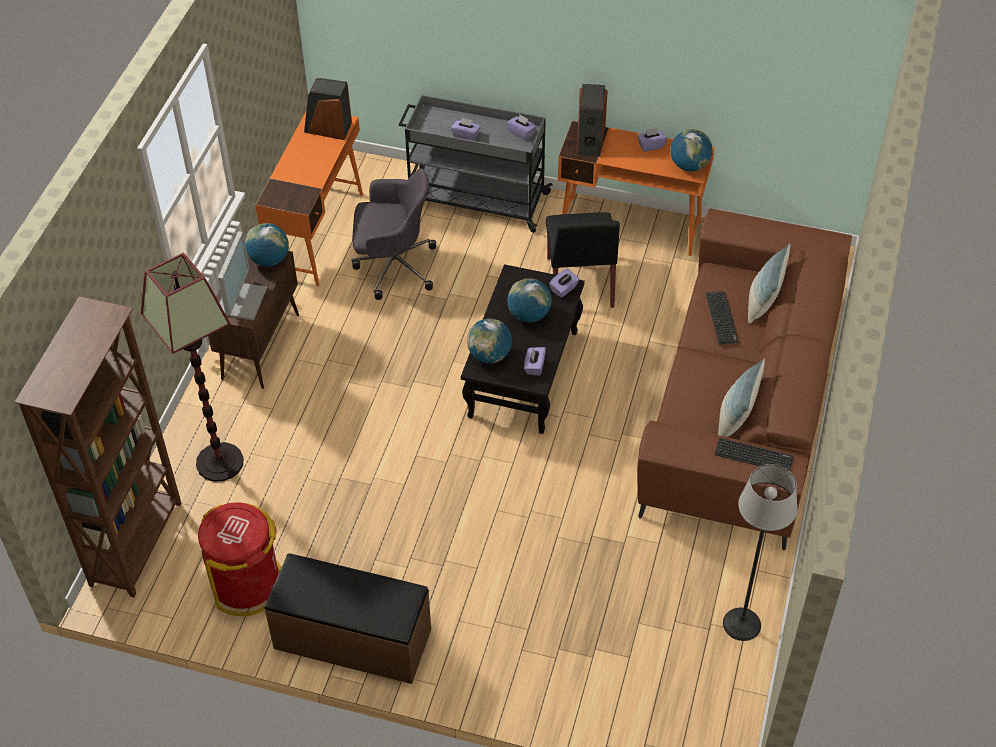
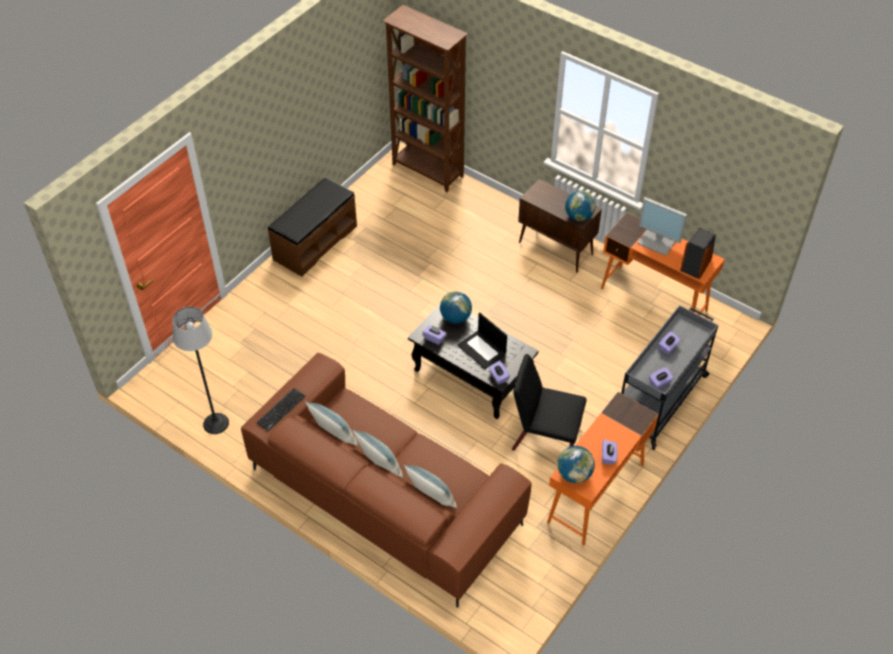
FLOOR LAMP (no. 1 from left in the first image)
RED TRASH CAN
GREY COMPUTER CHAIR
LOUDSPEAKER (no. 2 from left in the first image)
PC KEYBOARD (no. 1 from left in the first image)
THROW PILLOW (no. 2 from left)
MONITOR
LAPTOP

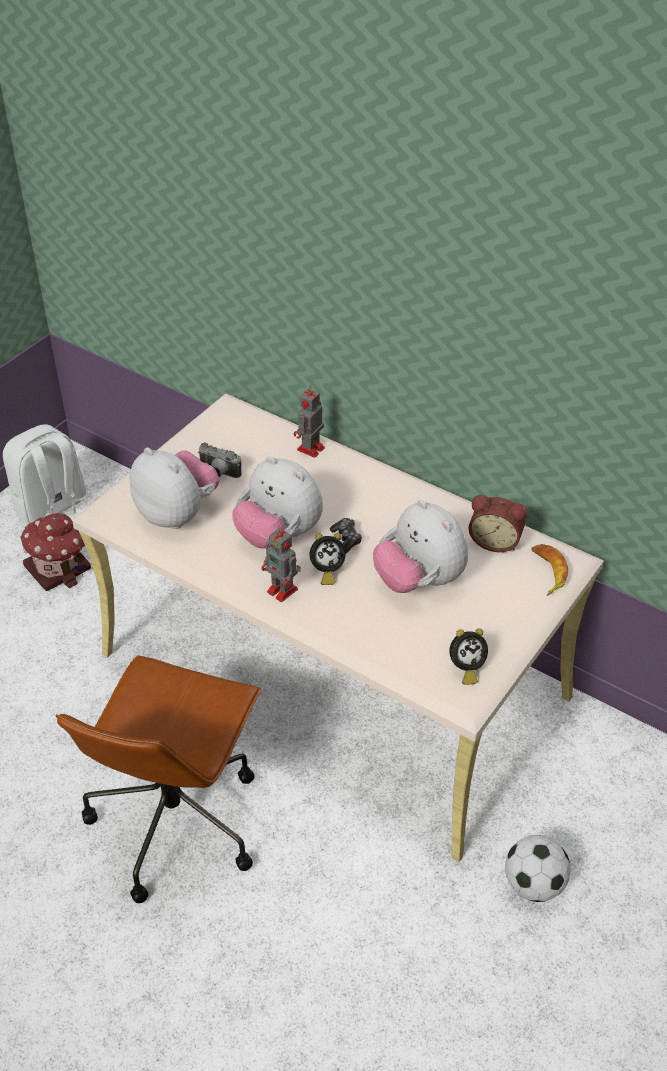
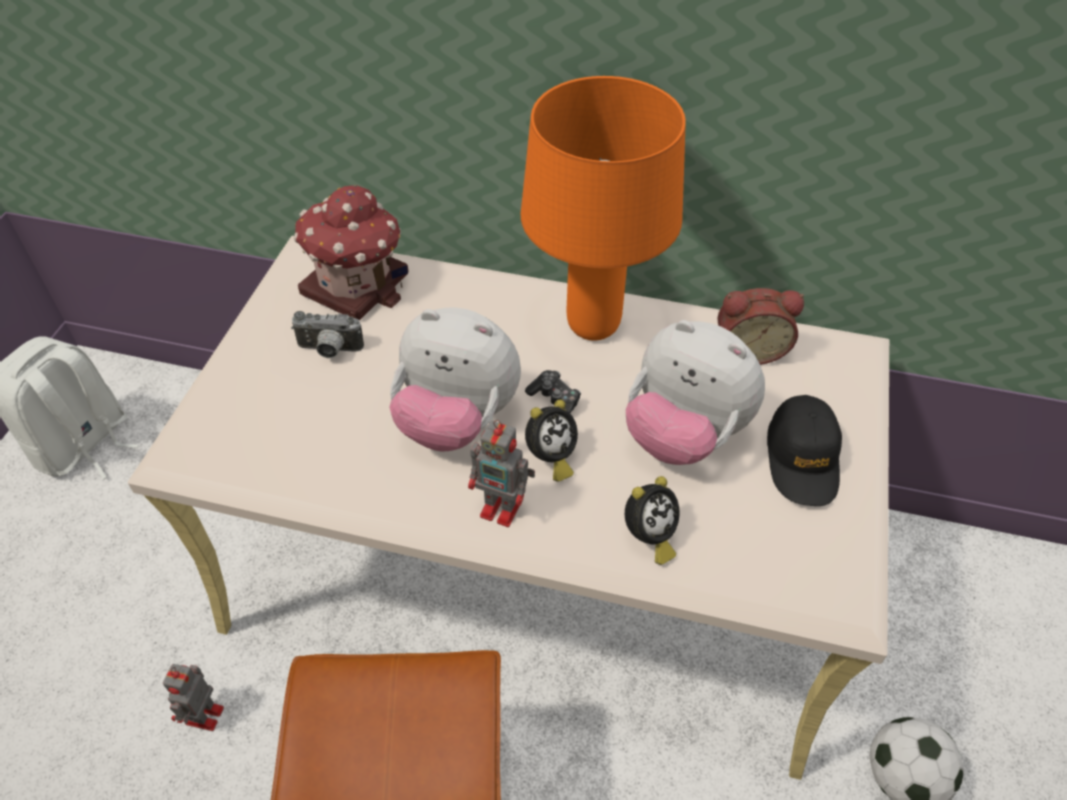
CUDDLY TOY (no. 1 from left in the first image)
WHOLE BANANA
ORANGE TABLETOP LAMP
BLACK-COLOURED CAP
MODEL HOUSE
ROBOT FIGURE (no. 1 from left)
BEDSIDE CLOCK (no. 2 from left)

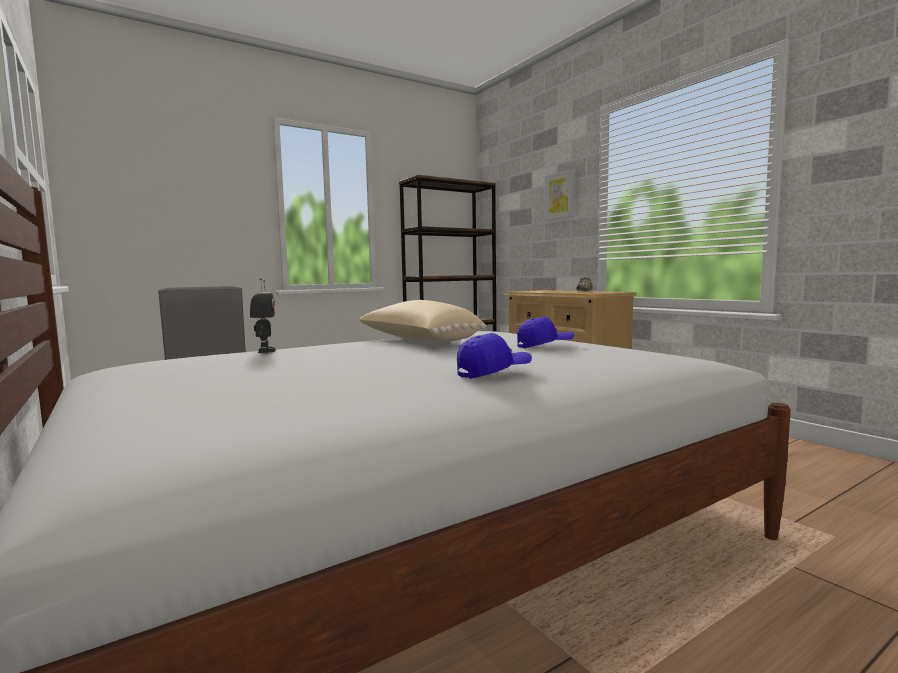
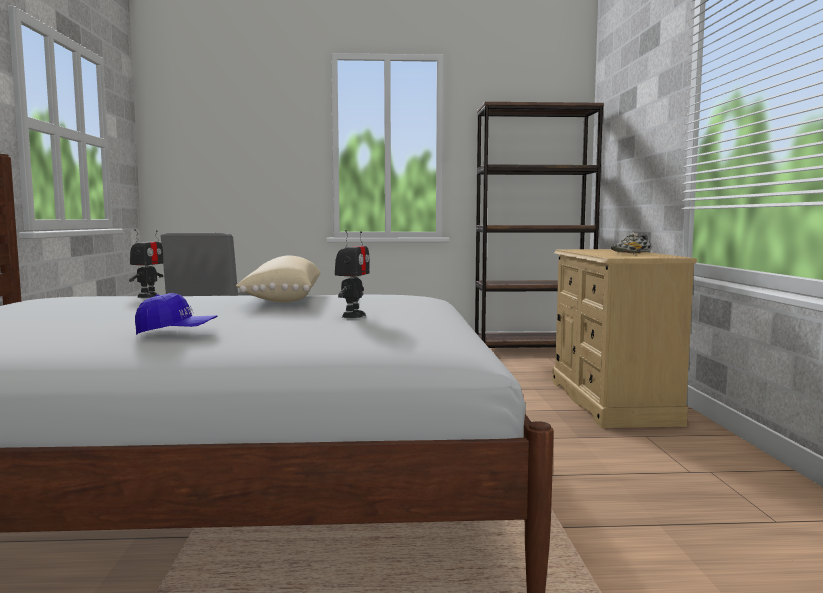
WALL ART
ROBOT FIGURE (no. 2 from left)

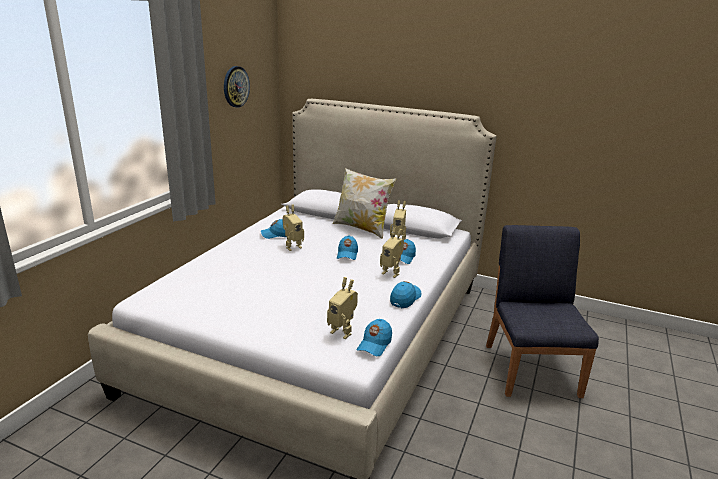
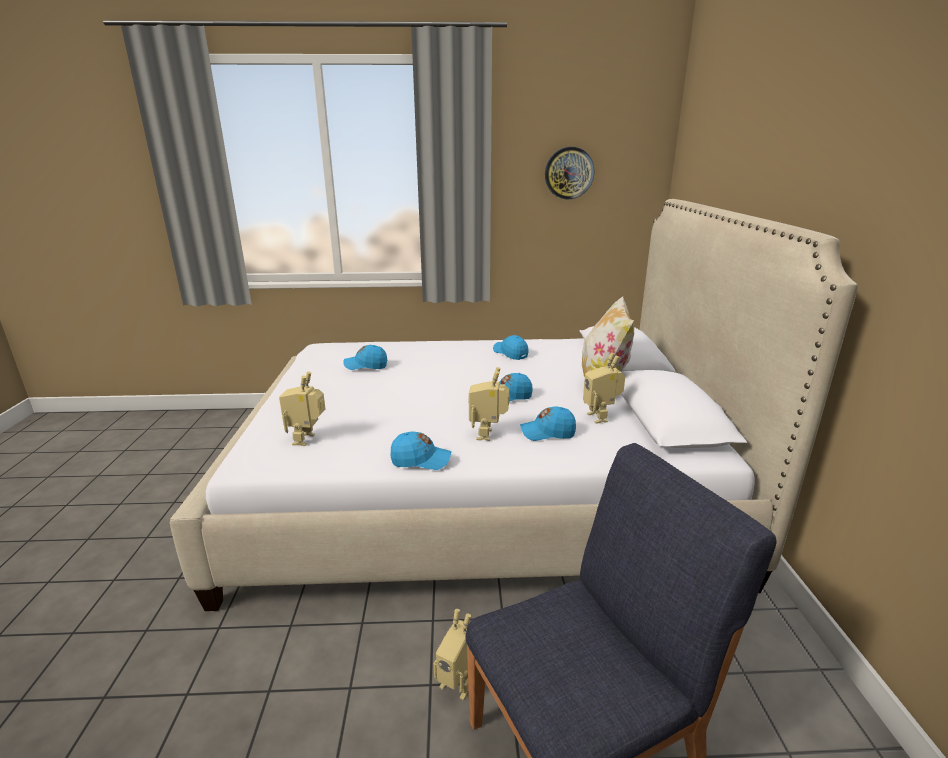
ROBOT FIGURE (no. 2 from left)
BLUE CAP (no. 1 from left)

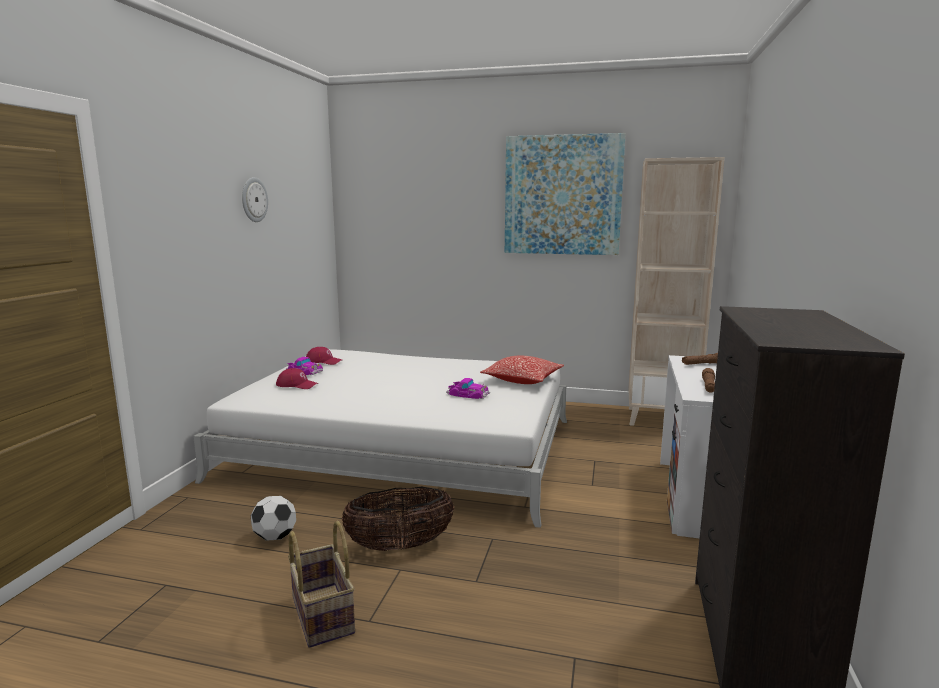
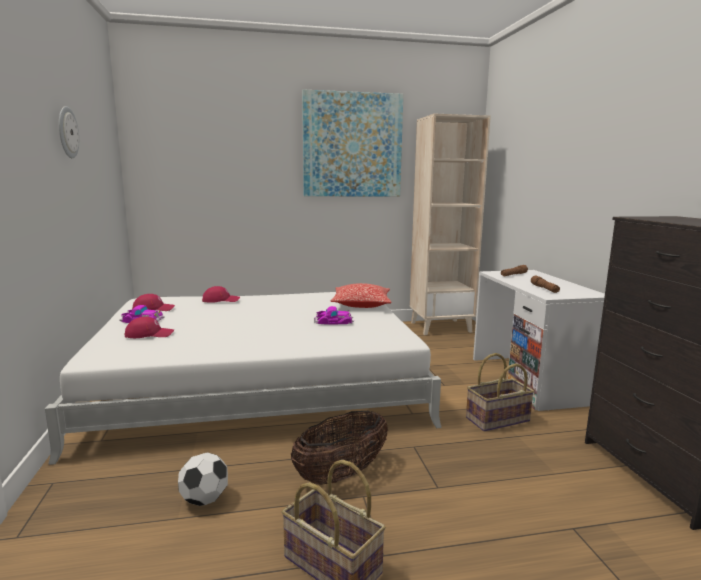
RED CAP (no. 3 from left)
STORAGE BASKET (no. 3 from left)

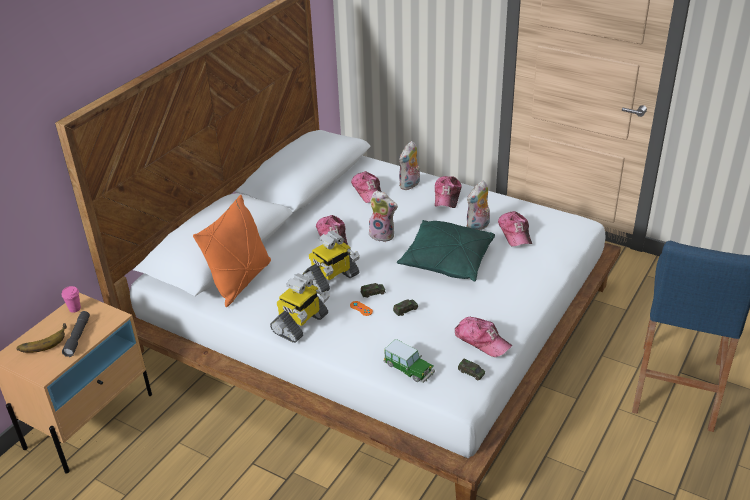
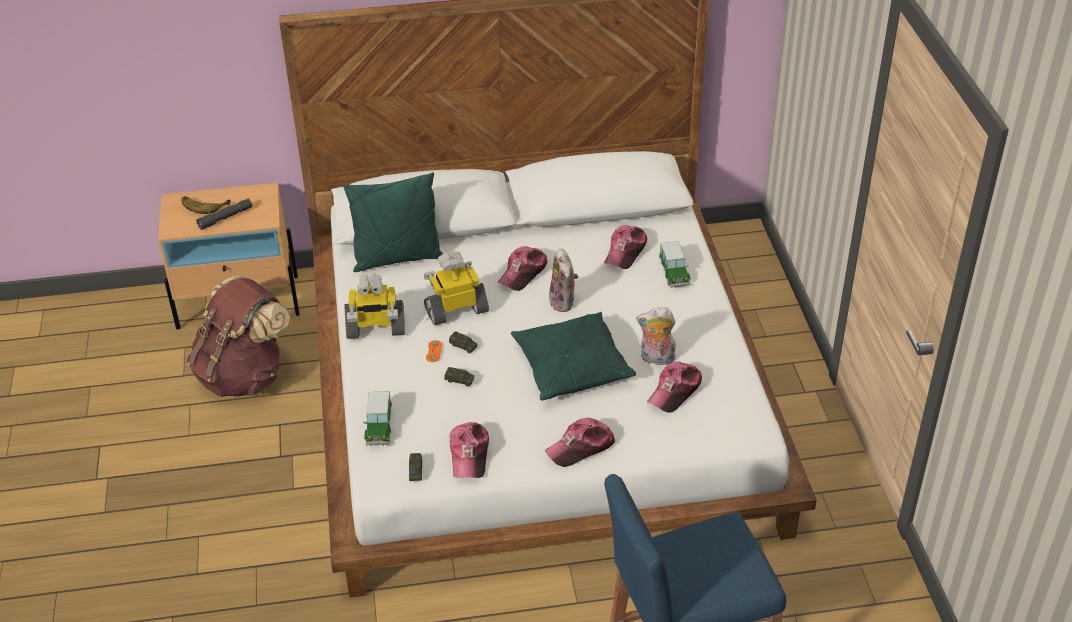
PINK SMALL CUP
BROWN BACKPACK
CAP (no. 3 from left)
MODEL CAR (no. 5 from left)
GREEN-COLOURED THROW PILLOW (no. 1 from left)
ROBOT FIGURE (no. 2 from left)

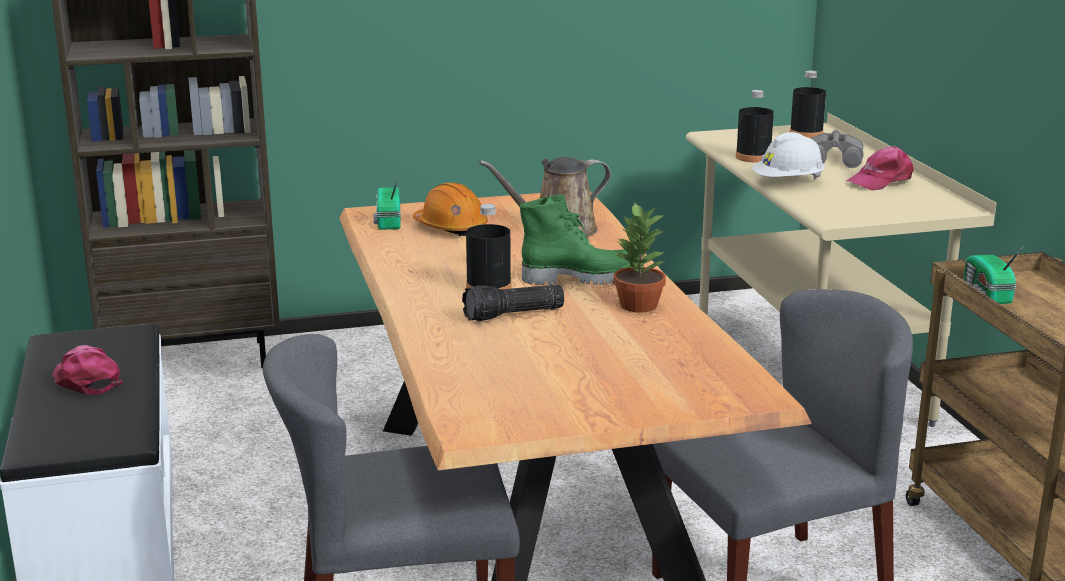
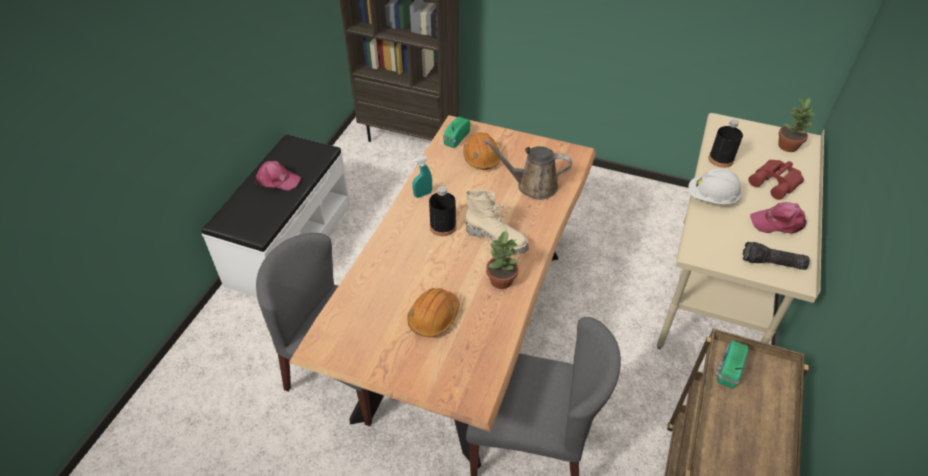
ORANGE SAFETY HELMET (no. 1 from left)
TURQUOISE SPRAYER
HAND TORCH
HOUSEPLANT (no. 2 from left)
BEIGE-COLOURED BOOT
RED PAIR OF BINOCULARS
PINK CAP (no. 1 from left)

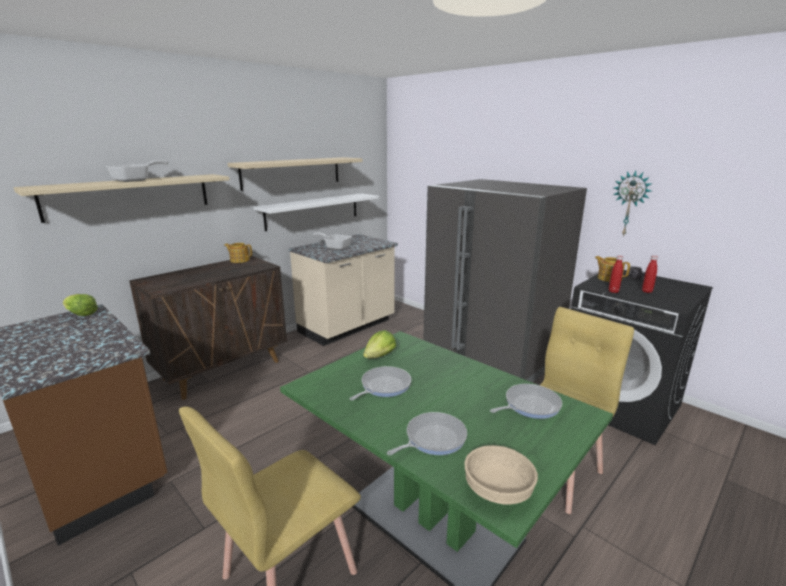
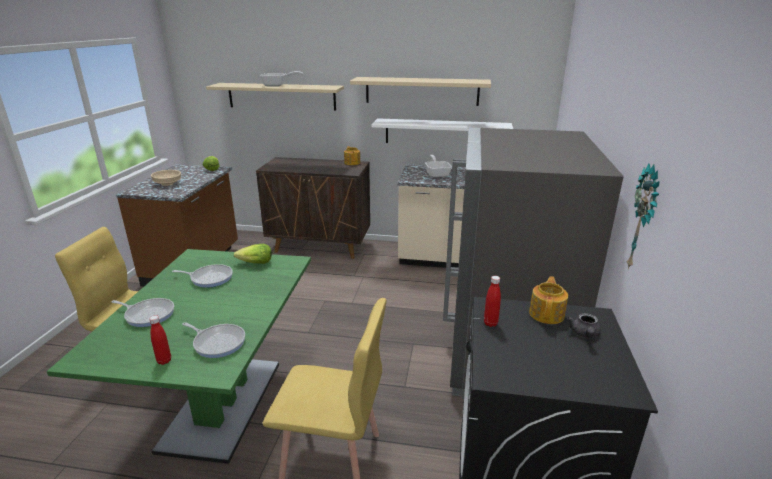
BEIGE-COLOURED BOWL
RED BOTTLE (no. 1 from left)

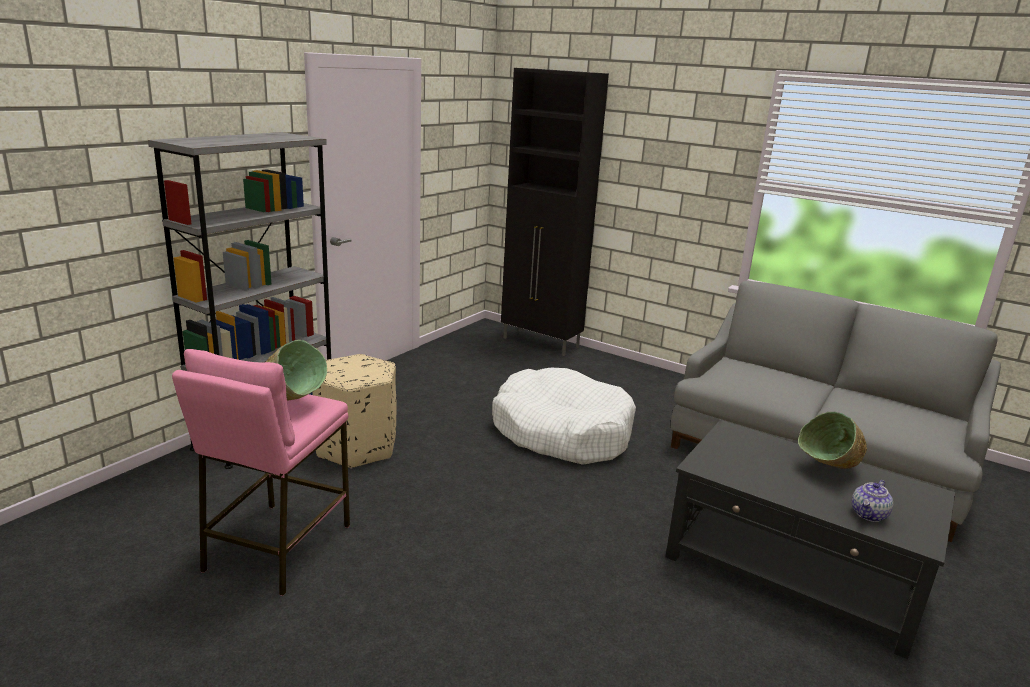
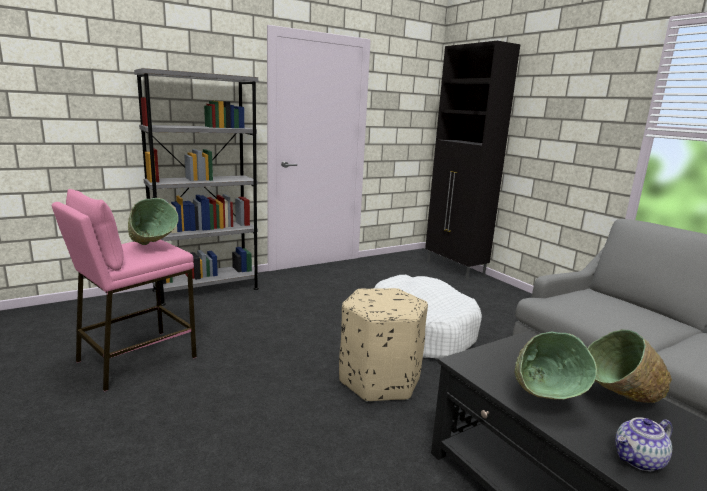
GREEN-COLOURED BOWL (no. 2 from left)
BEIGE-COLOURED FOOTREST

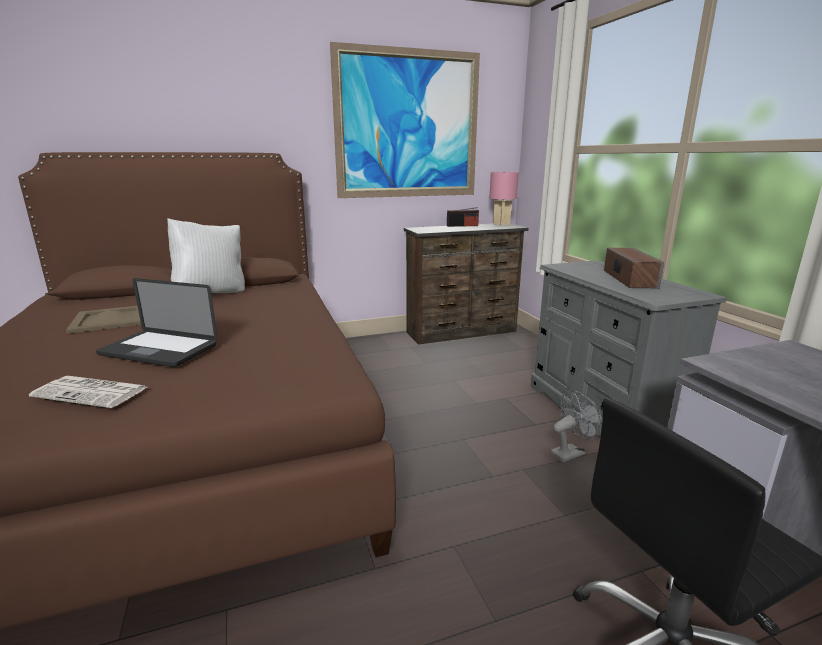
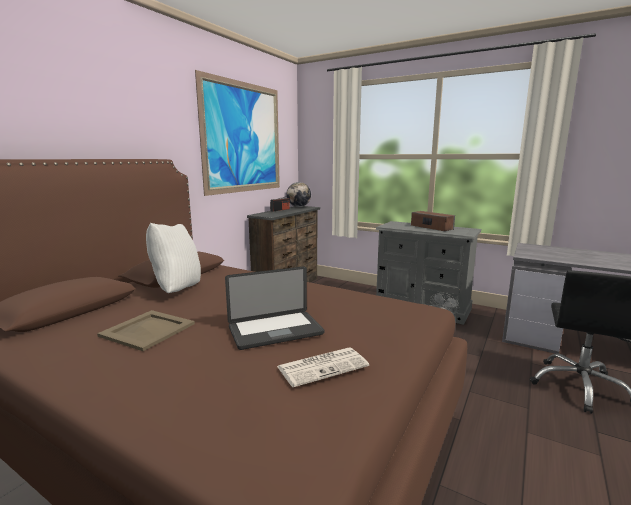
WORLD GLOBE

